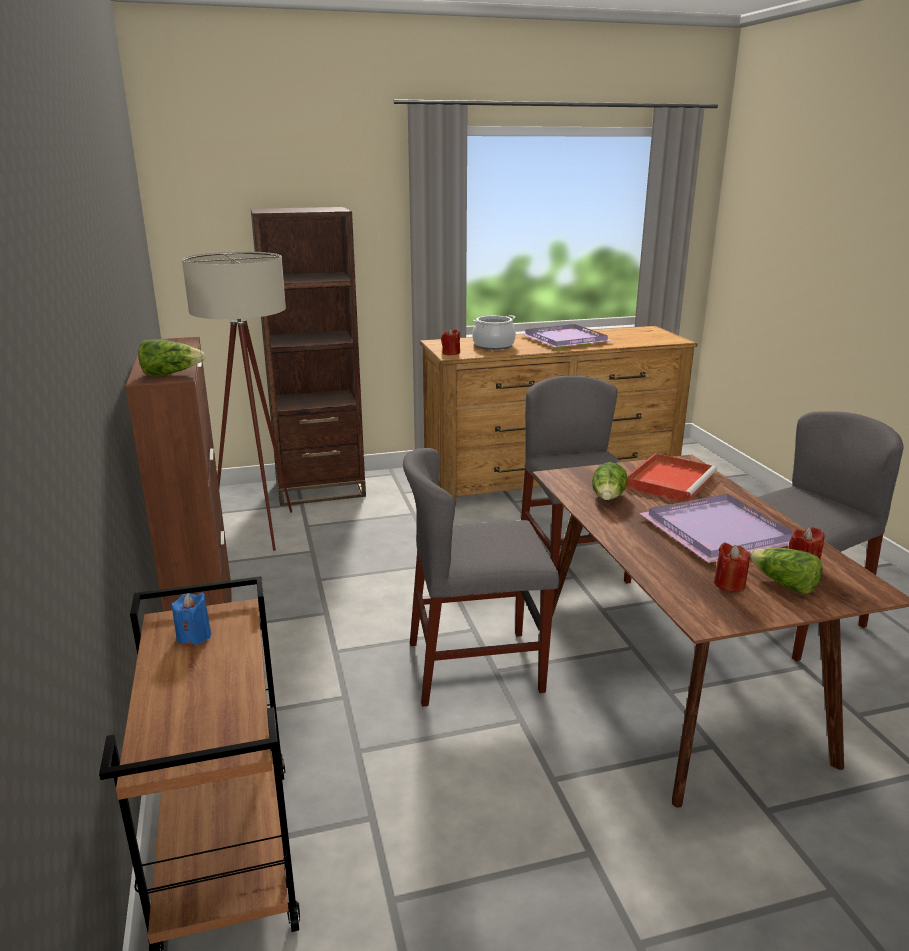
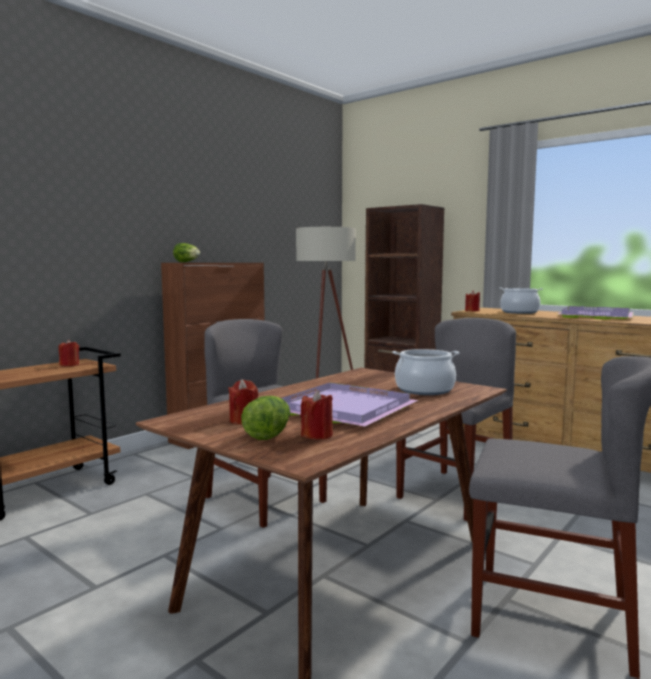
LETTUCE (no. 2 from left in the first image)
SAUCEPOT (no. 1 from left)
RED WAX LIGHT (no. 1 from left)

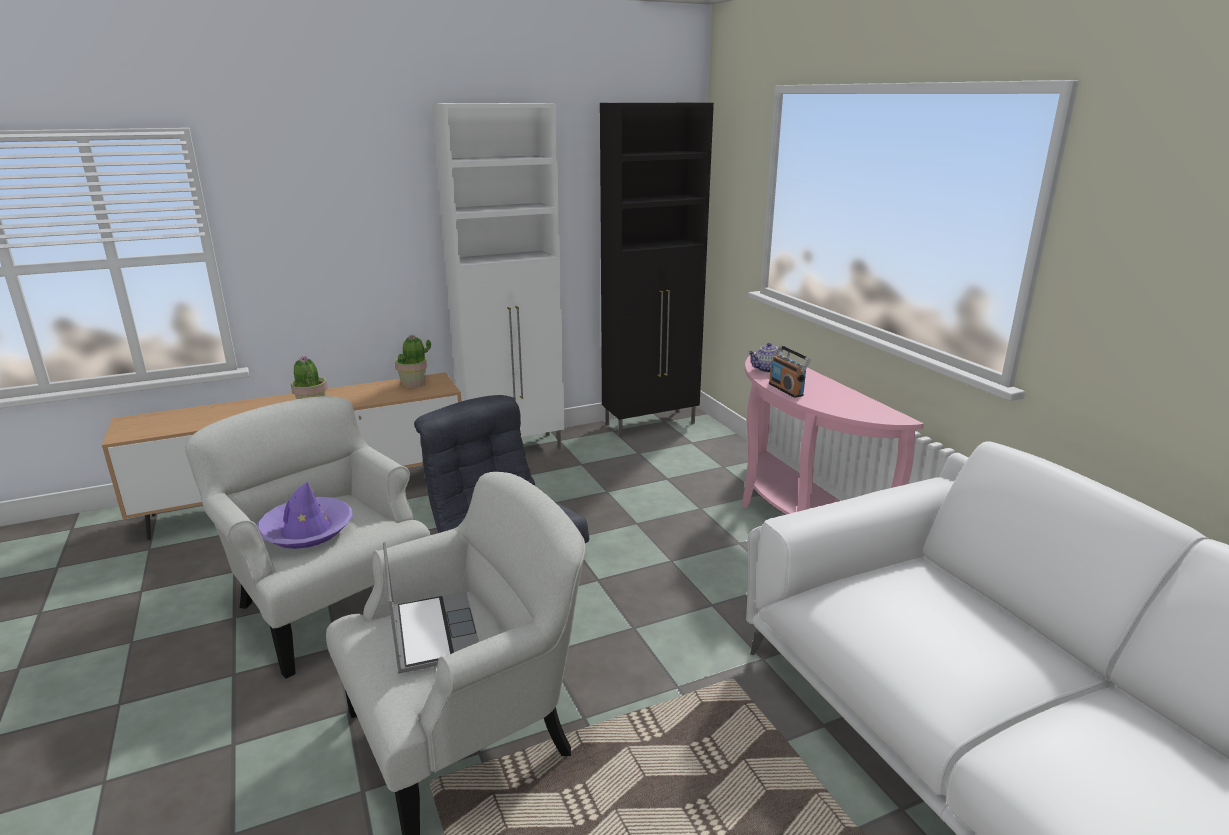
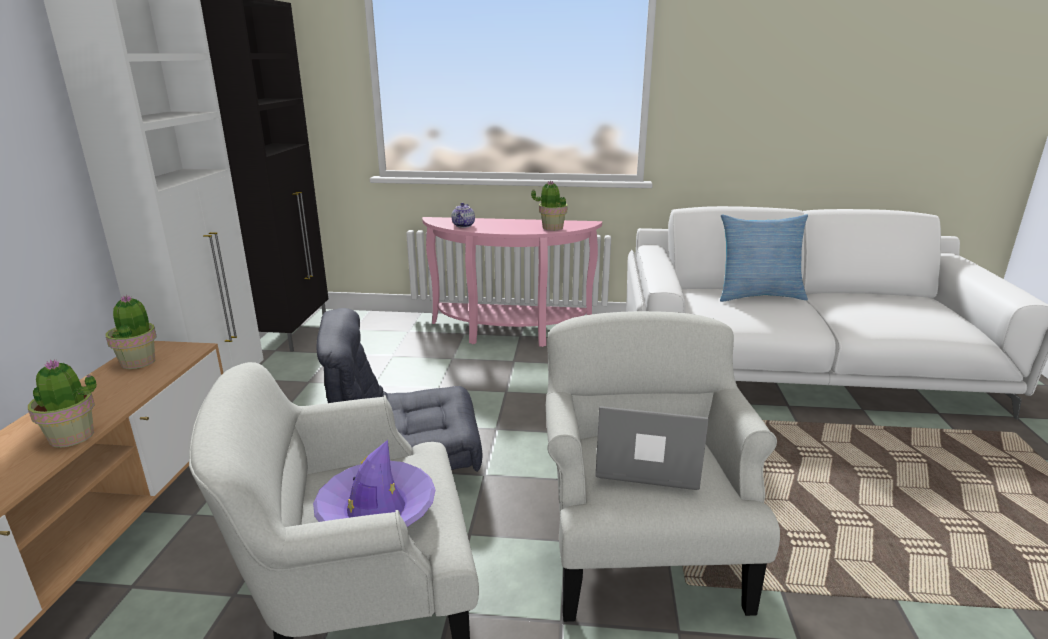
RADIO RECEIVER
HOUSEPLANT (no. 3 from left)
THROW PILLOW

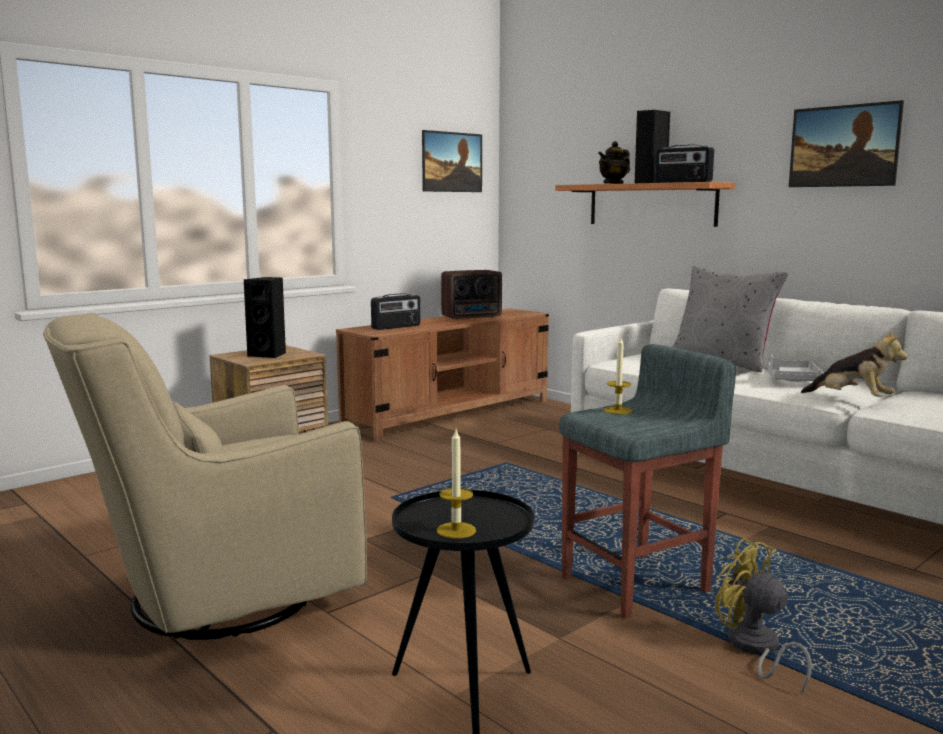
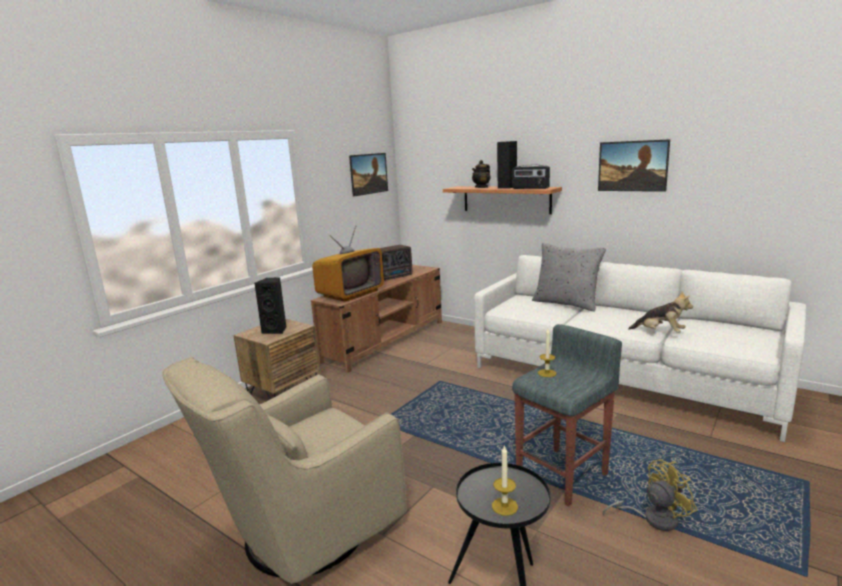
GREY SERVING TRAY
TV SET
YELLOWISH COOLING FAN

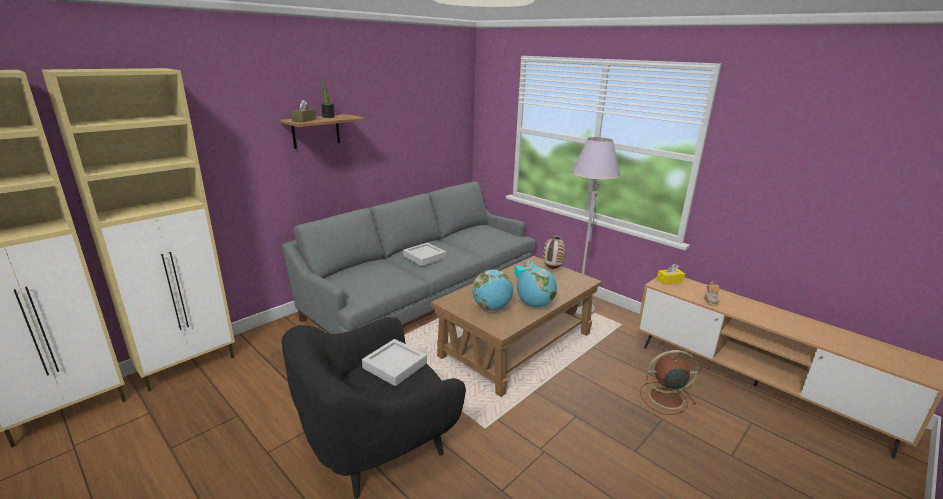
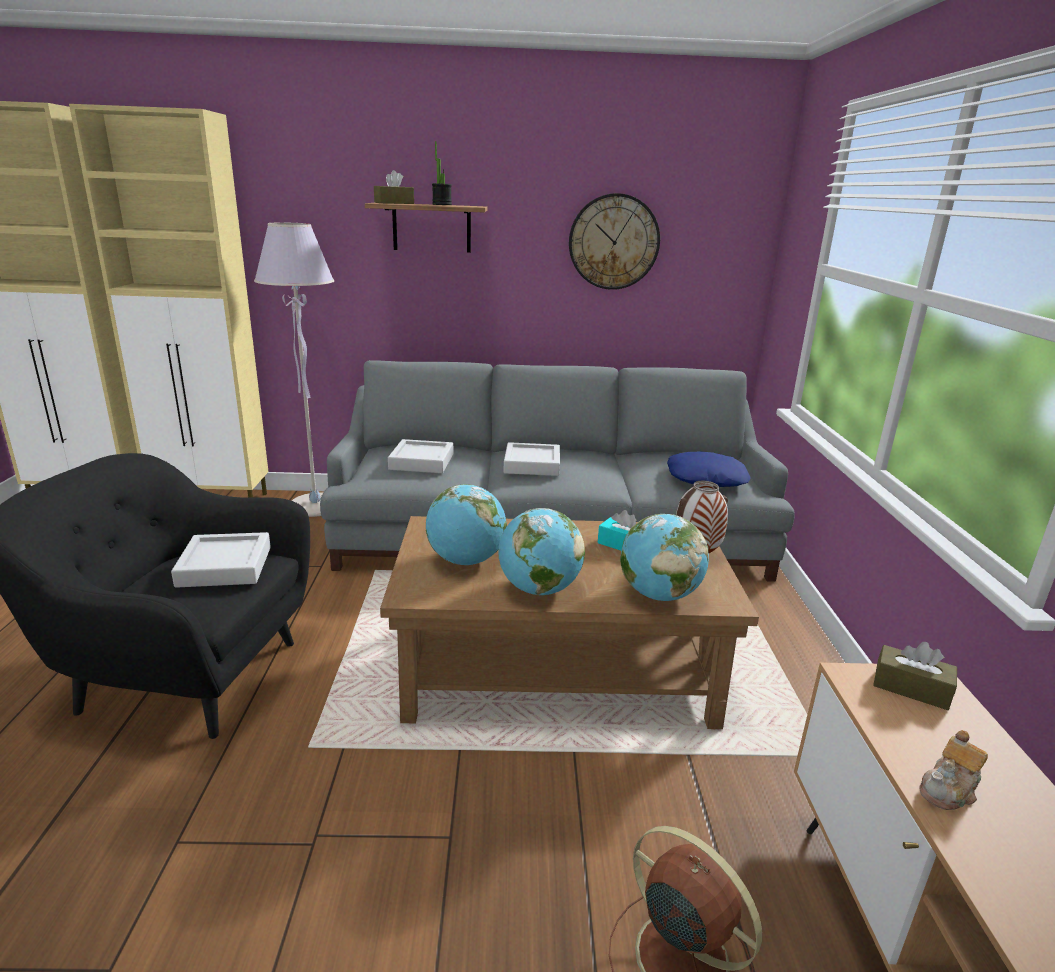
GREY SERVING TRAY (no. 2 from left)
HANGING CLOCK
WORLD GLOBE (no. 3 from left)
BLUE THROW PILLOW
GREY FLOOR LAMP
BROWN BOX OF TISSUES (no. 2 from left)

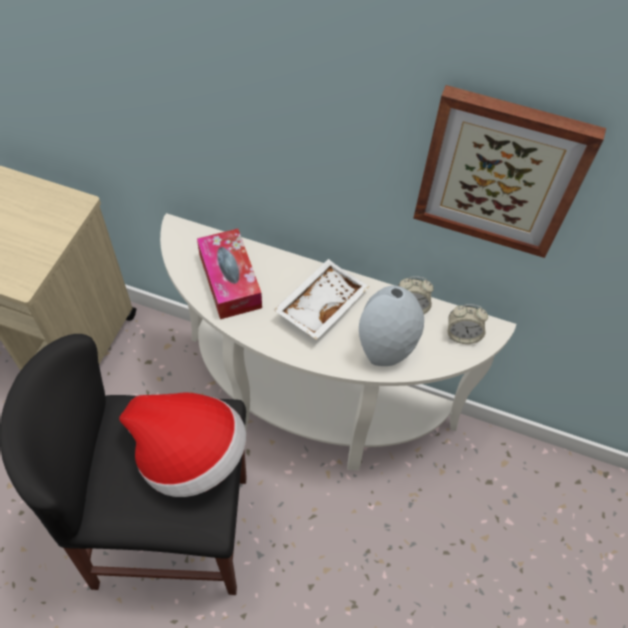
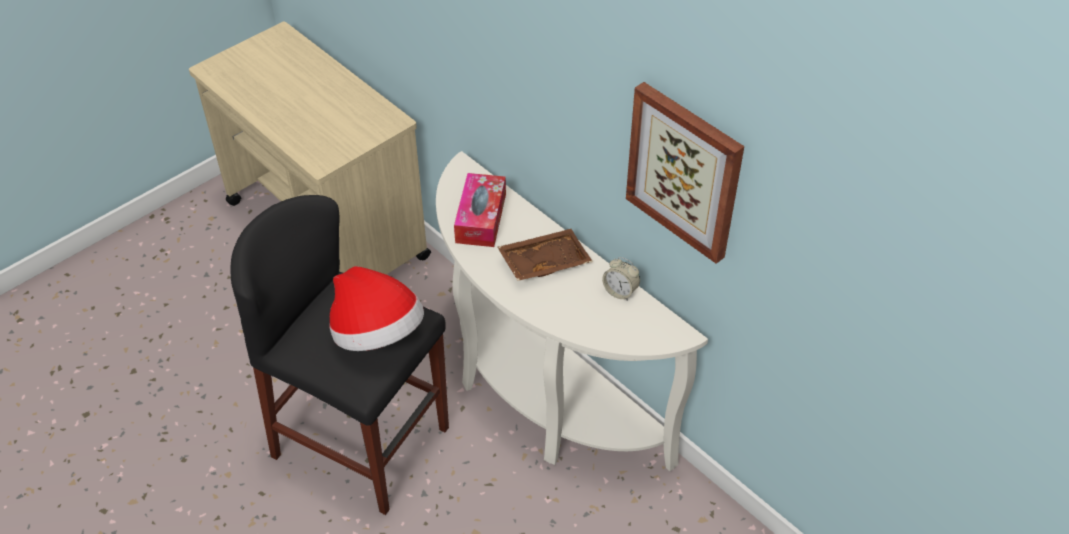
GREY VASE
BEDSIDE CLOCK (no. 2 from left in the first image)
BROWN SERVING TRAY

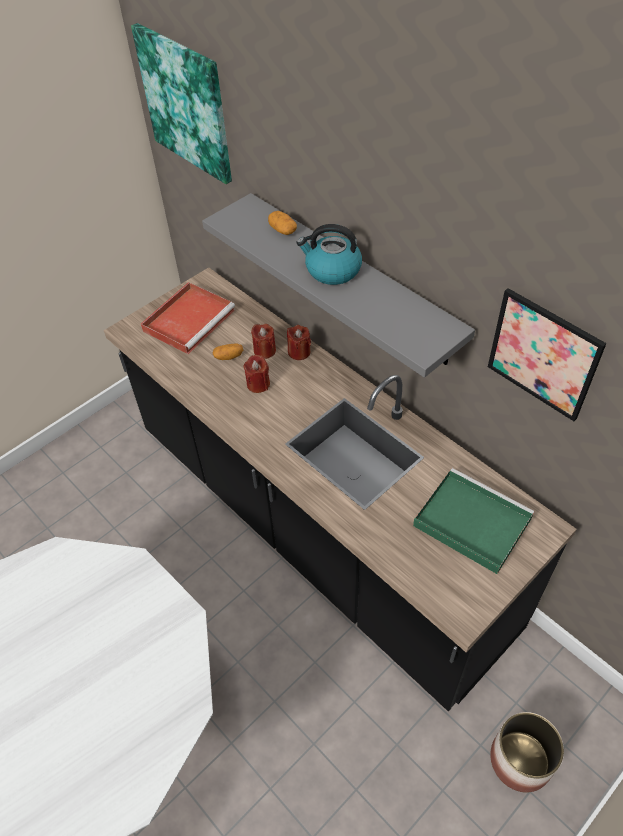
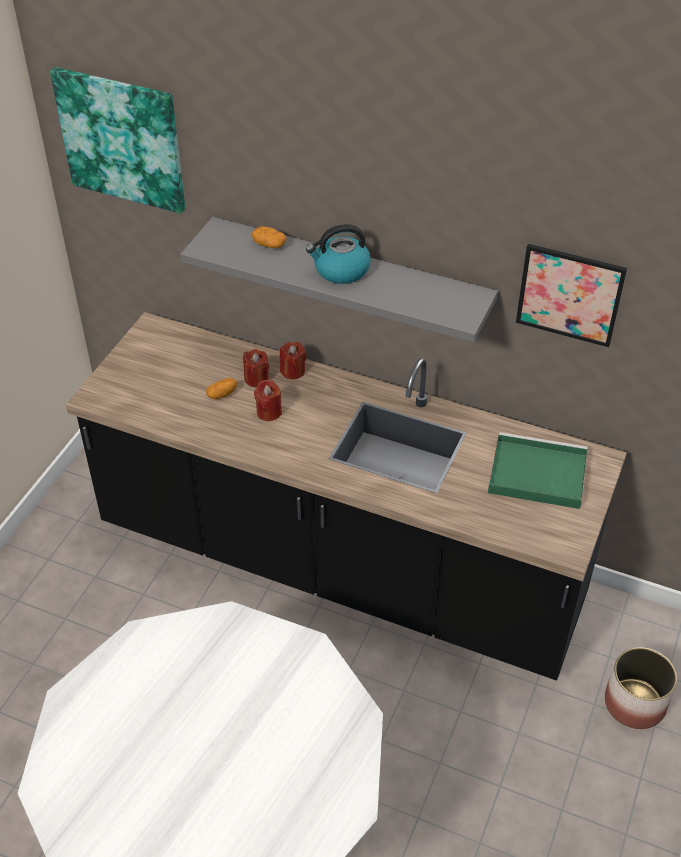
RED SERVING TRAY

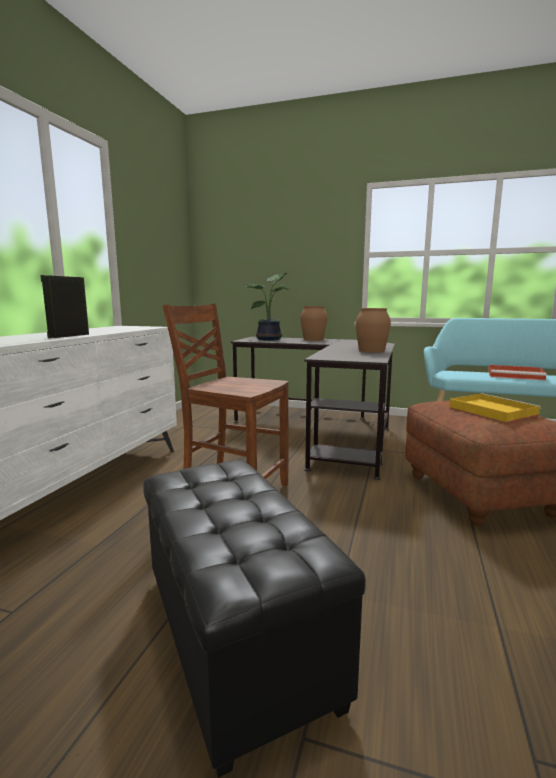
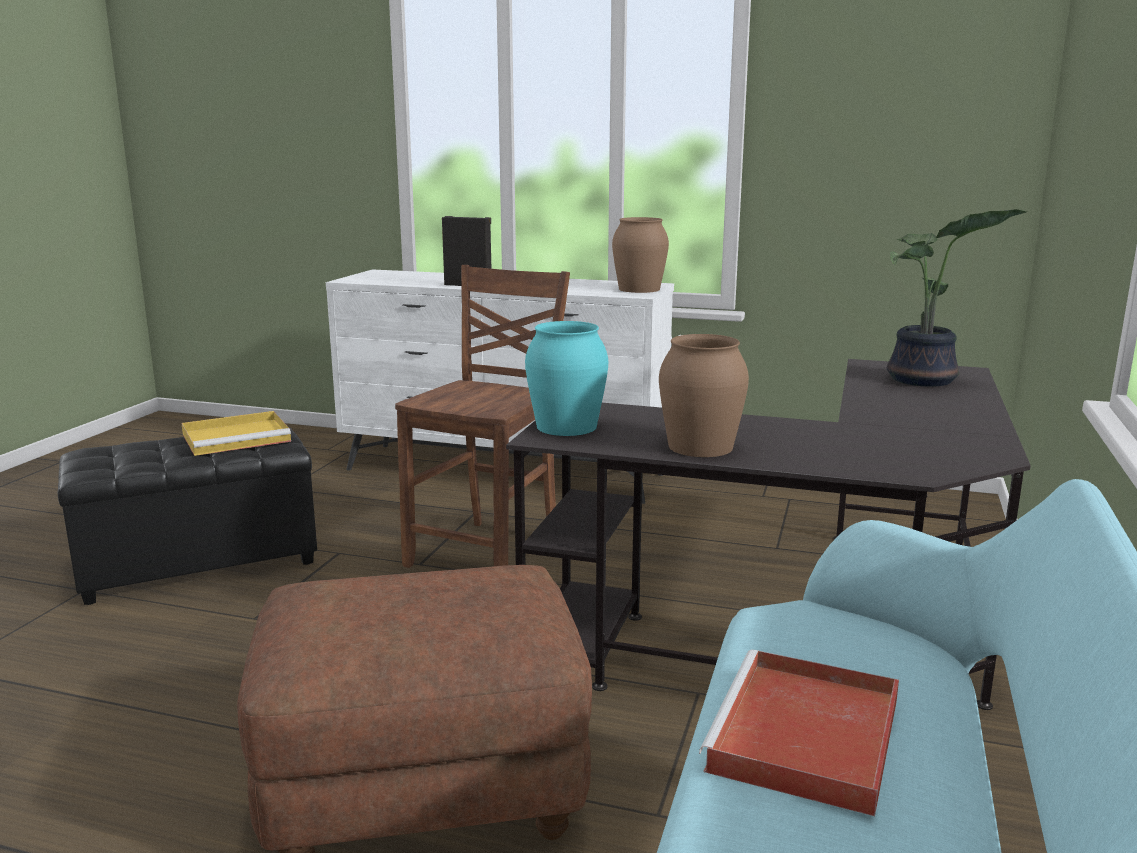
TURQUOISE VASE
BROWN VASE (no. 1 from left)
YELLOWISH SERVING TRAY

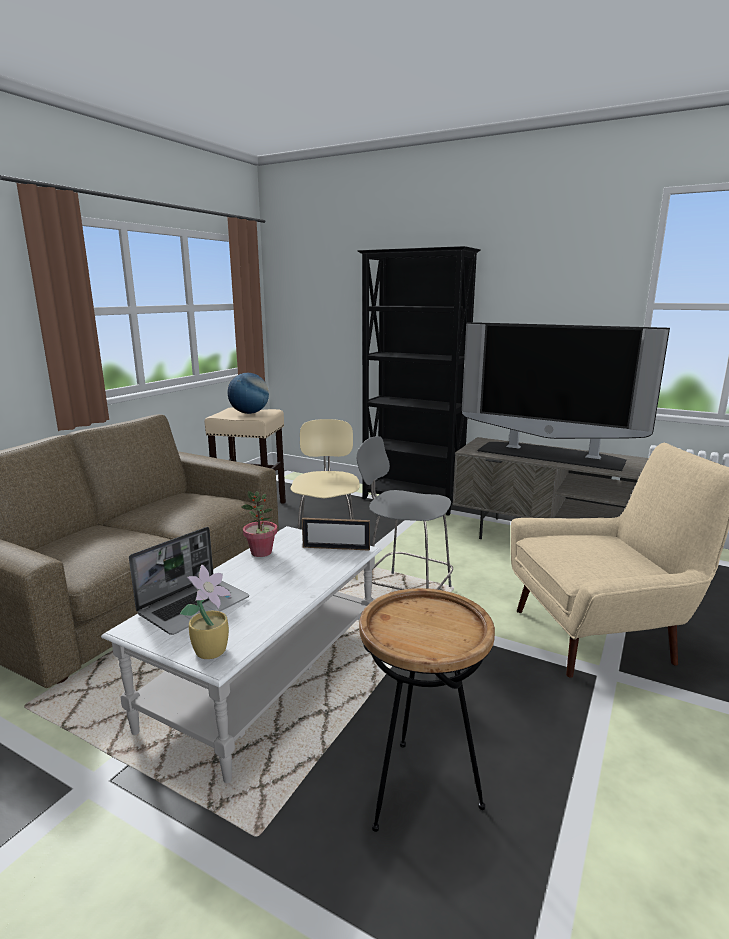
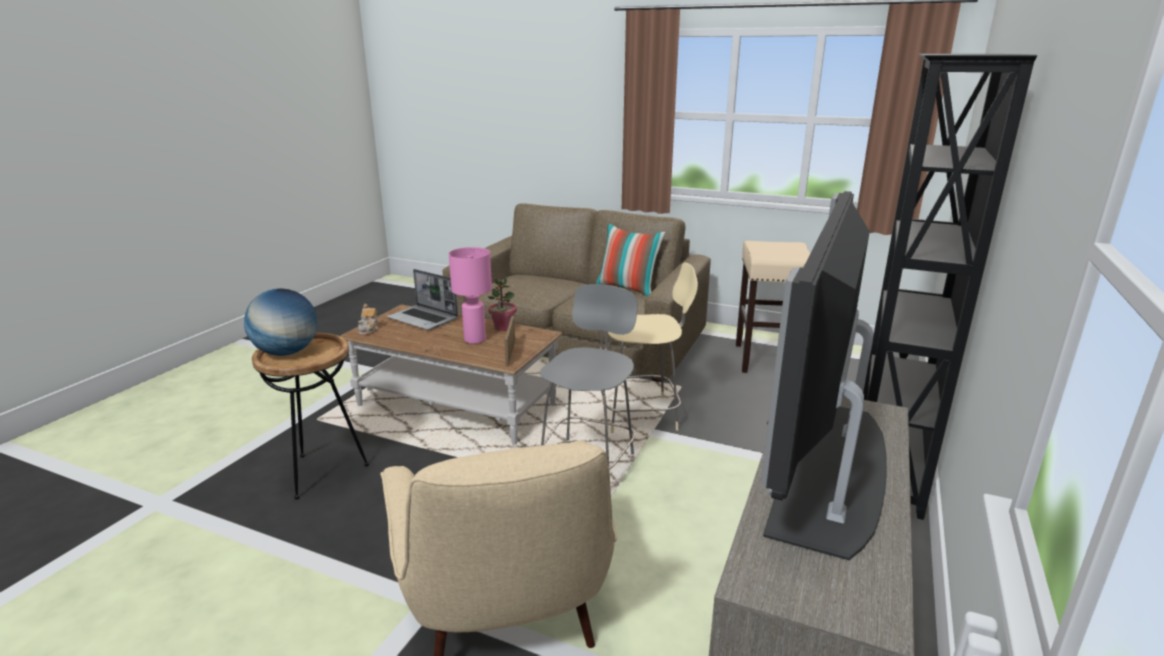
PINK TABLETOP LAMP
THROW PILLOW
WORLD GLOBE
TEA POT
BROWN LOW TABLE

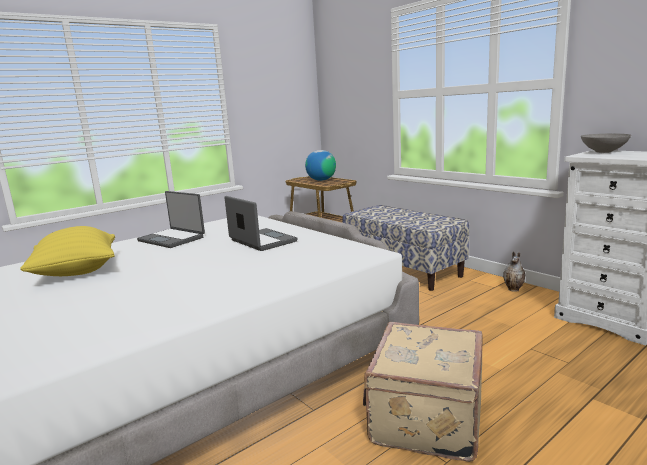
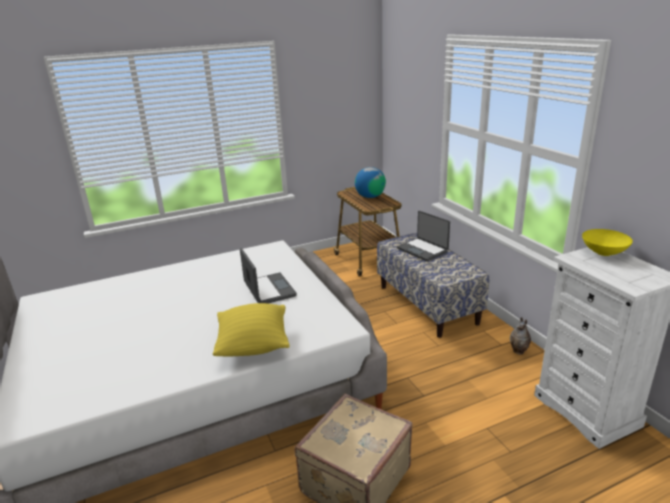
YELLOWISH THROW PILLOW
LAPTOP (no. 2 from left)
YELLOWISH BOWL

